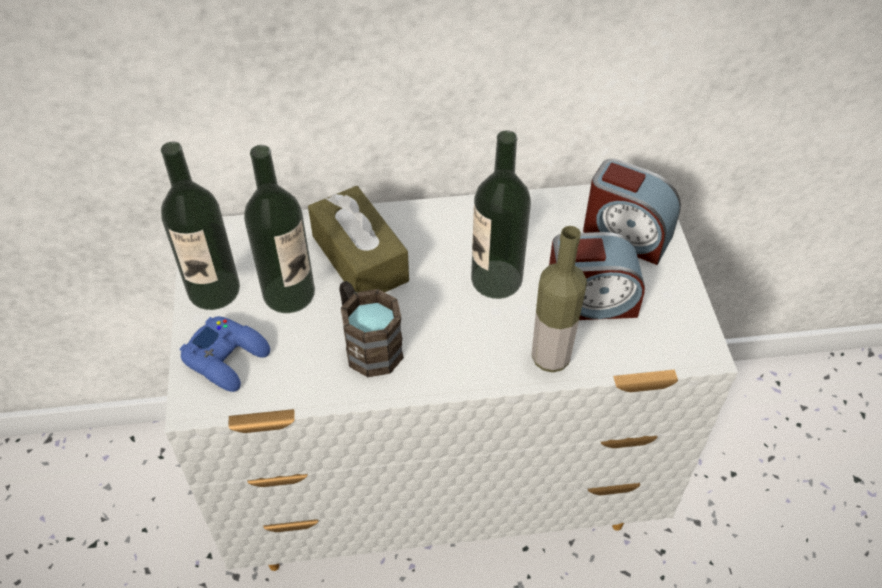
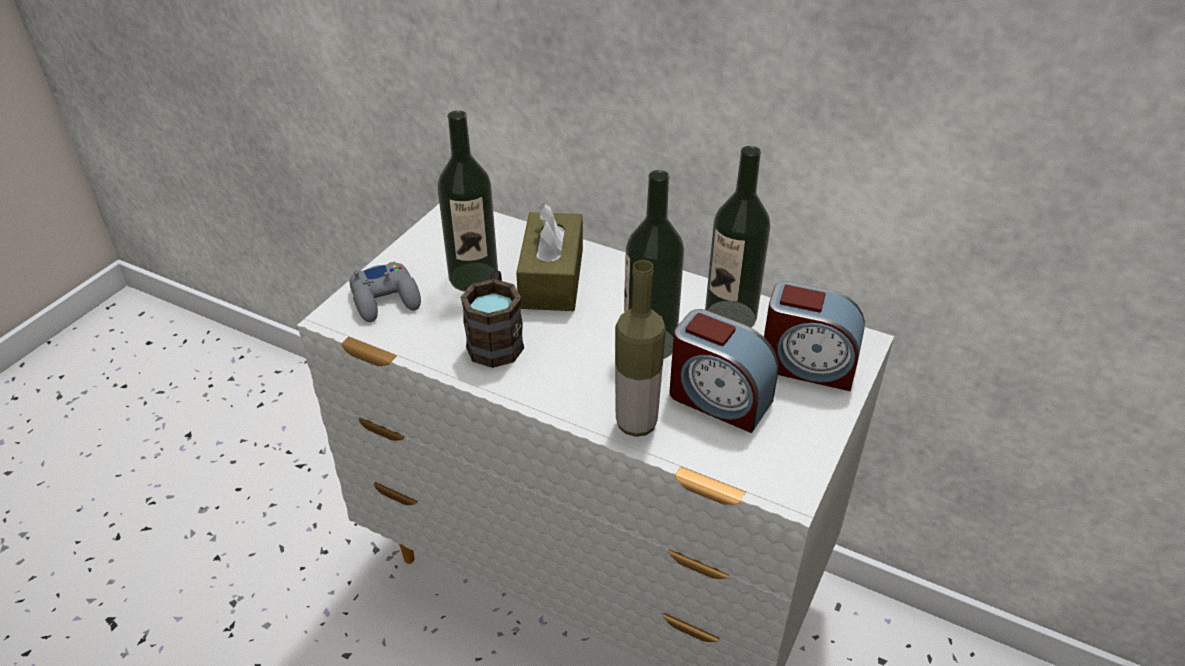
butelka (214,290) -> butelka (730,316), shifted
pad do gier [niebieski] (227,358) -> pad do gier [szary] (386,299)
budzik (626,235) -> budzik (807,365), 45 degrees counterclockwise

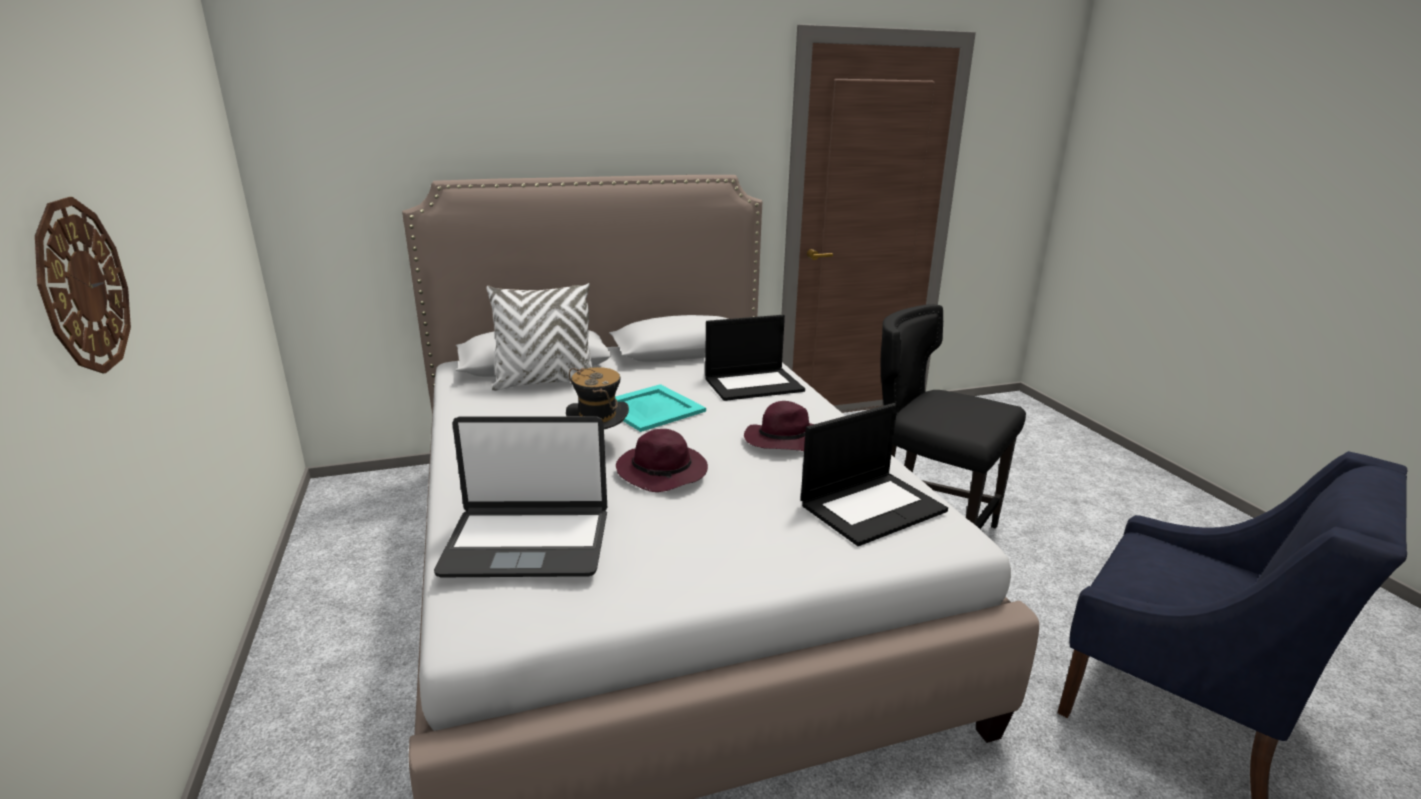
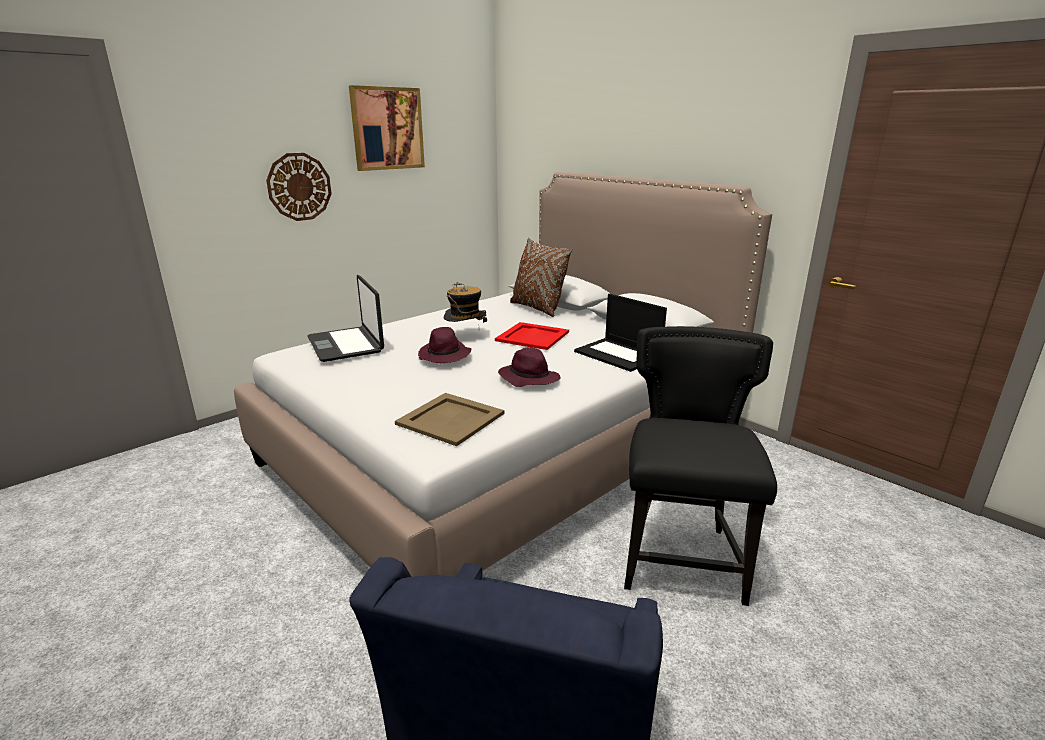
none -> obraz (387,128)
laptop (873,507) -> taca [beżowy] (451,419)
poduszka [biały] (545,382) -> poduszka [brązowy] (537,308)
taca [turkusowy] (651,408) -> taca [czerwony] (532,336)

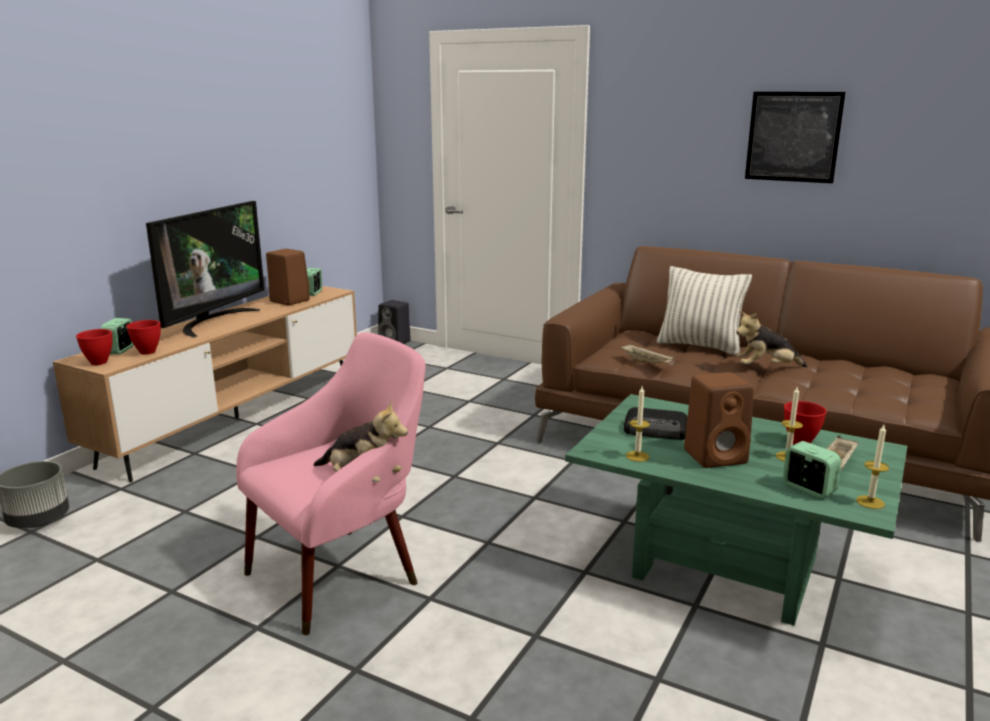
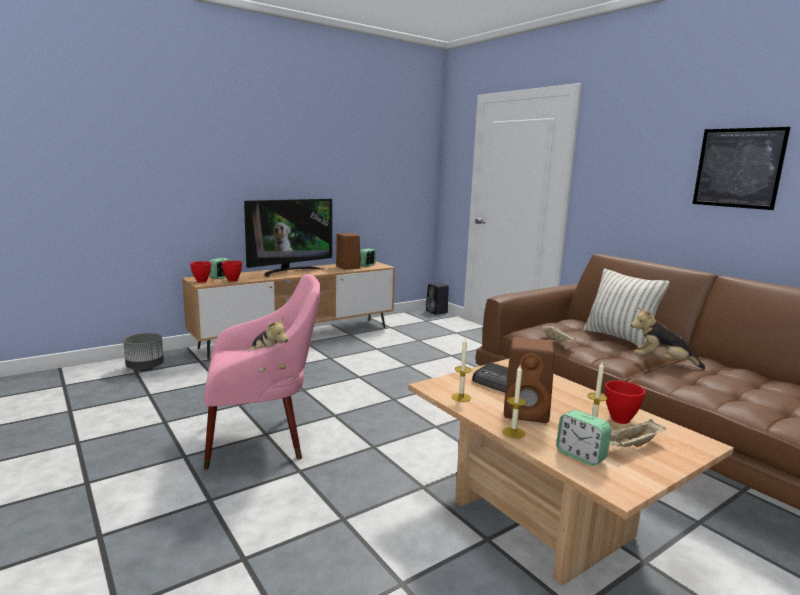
świeca (870,502) -> świeca (513,432), shifted
ława [zielony] (725,567) -> ława [beżowy] (542,518)
budzik (808,489) -> budzik (580,455), 150 degrees clockwise

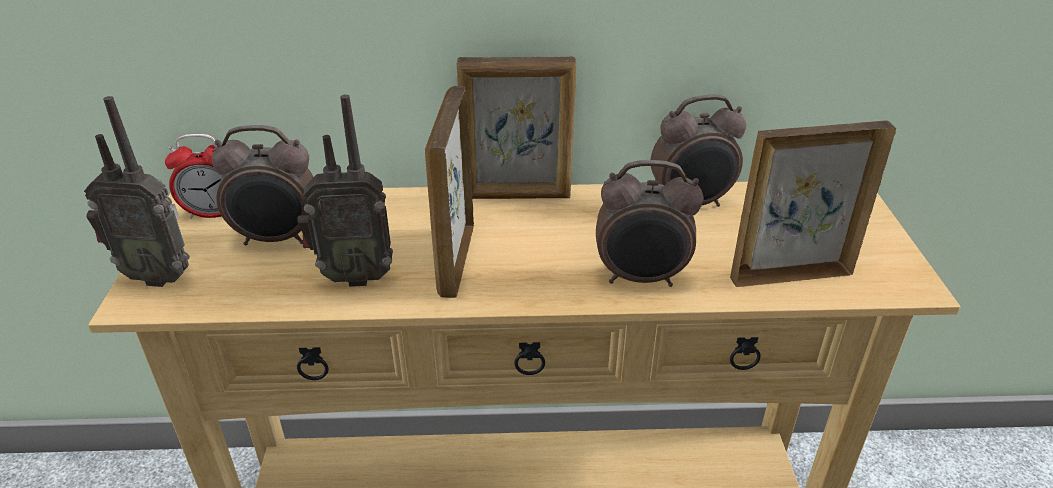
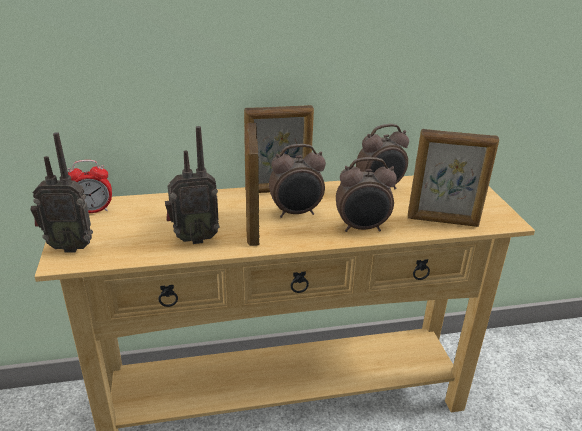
budzik (277,239) -> budzik (296,213), shifted
ramka na zdjęcie (789,275) -> ramka na zdjęcie (442,221), 150 degrees counterclockwise

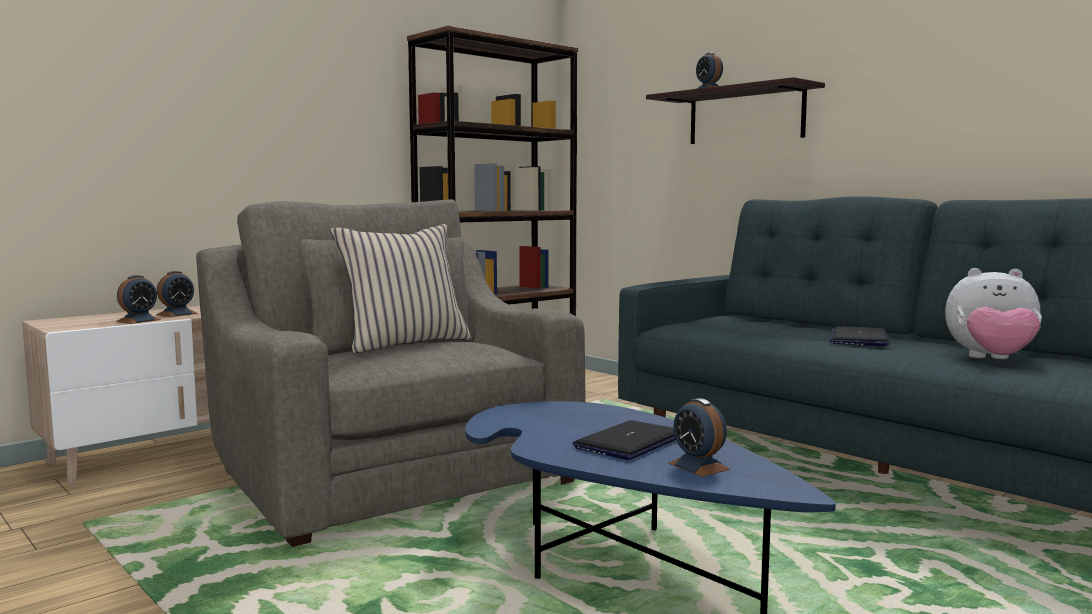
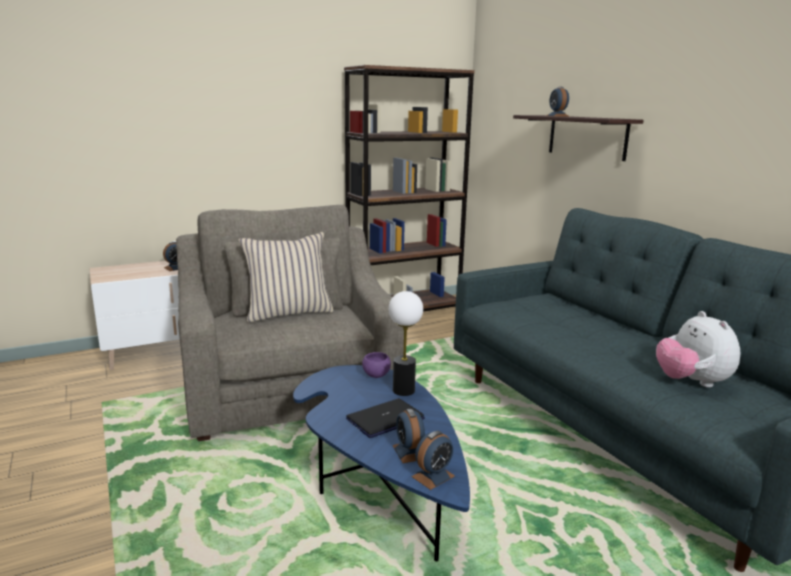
laptop (858,339) -> none
none -> miska [fioletowy] (376,375)
none -> lampa stołowa (404,390)
budzik (138,320) -> budzik (433,476), shifted
pluszak (991,360) -> pluszak (691,382), 45 degrees clockwise

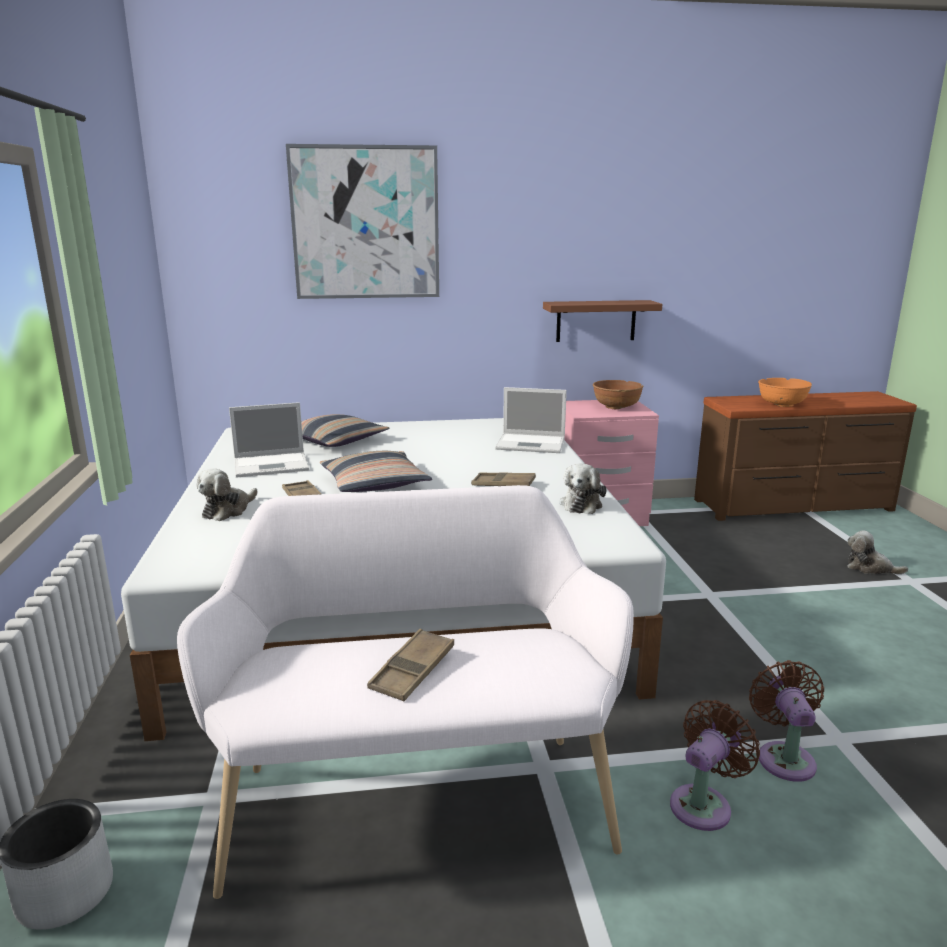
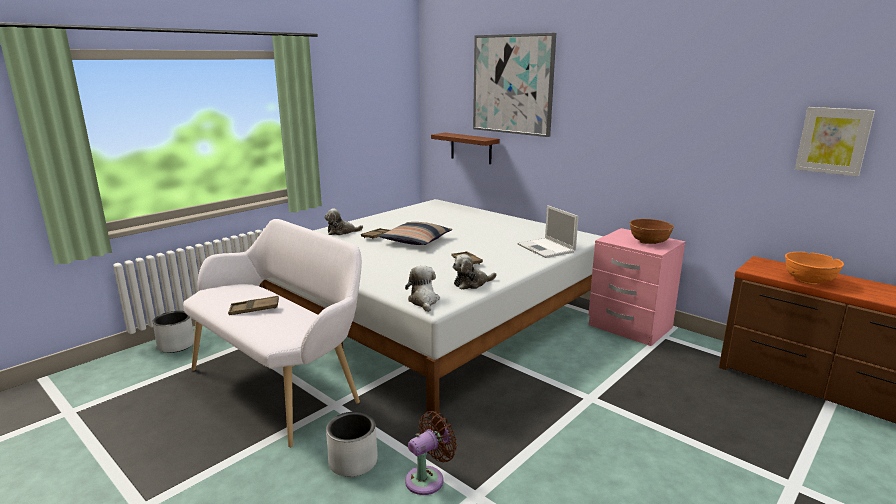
laptop (273,465) -> none
poduszka (335,440) -> none
none -> obraz (833,140)
półka [brązowy] (596,321) -> półka [brązowy] (471,148), shifted
pluszak (870,568) -> pluszak (424,301), shifted
wentylator [brązowy] (704,804) -> donica [szary] (353,461)

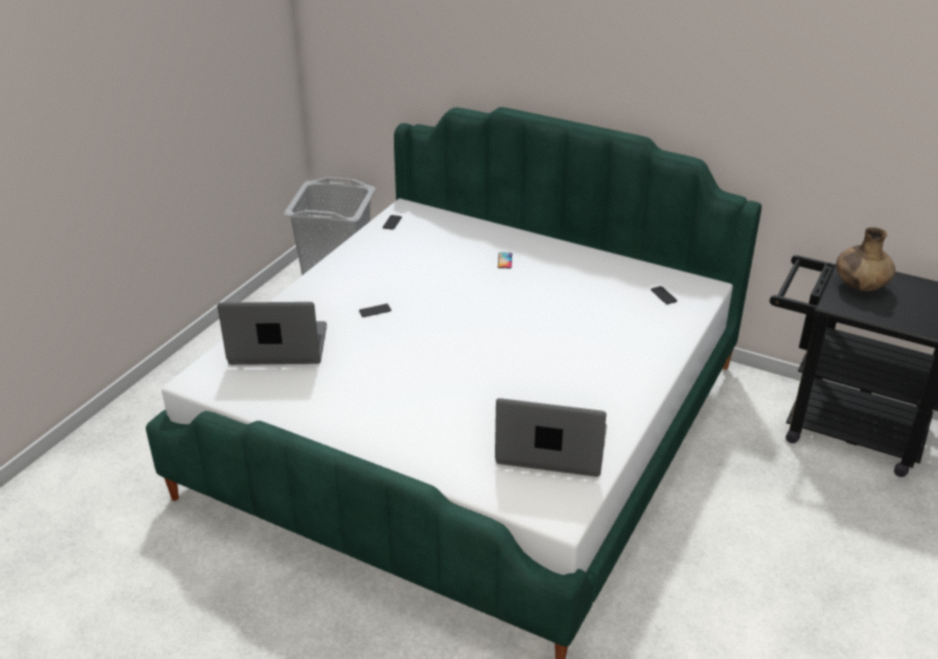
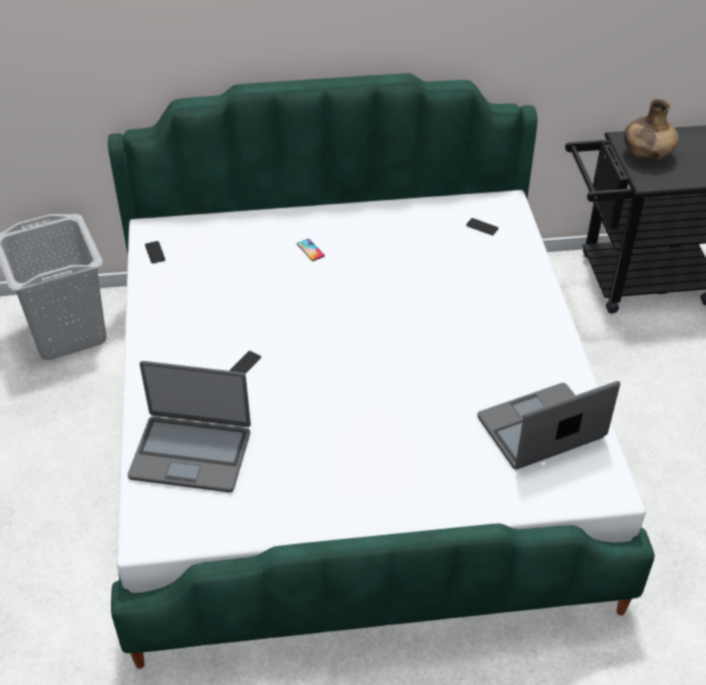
laptop (278,346) -> laptop (191,453), 135 degrees counterclockwise

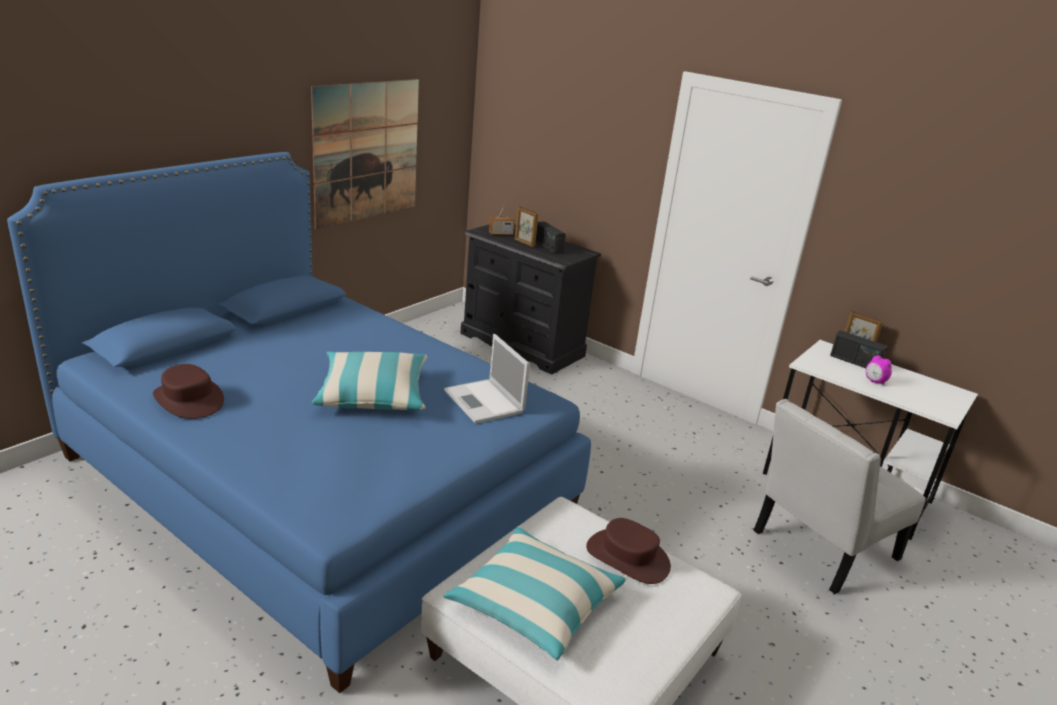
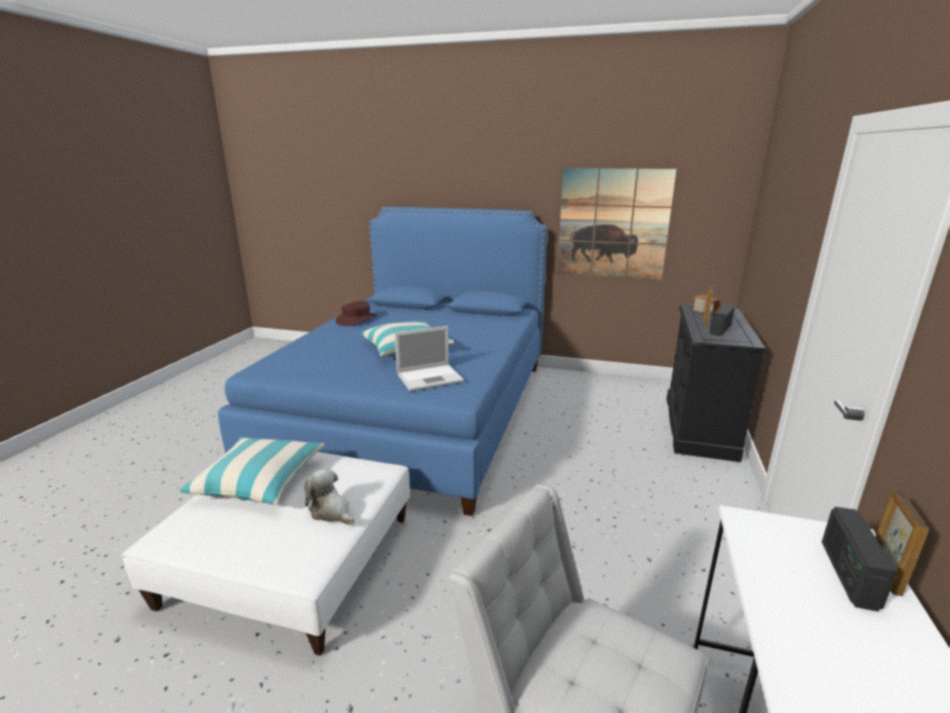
budzik (874,381) -> none
kapelusz [brązowy] (628,557) -> pluszak (331,511)
laptop (484,402) -> laptop (431,377), 150 degrees counterclockwise

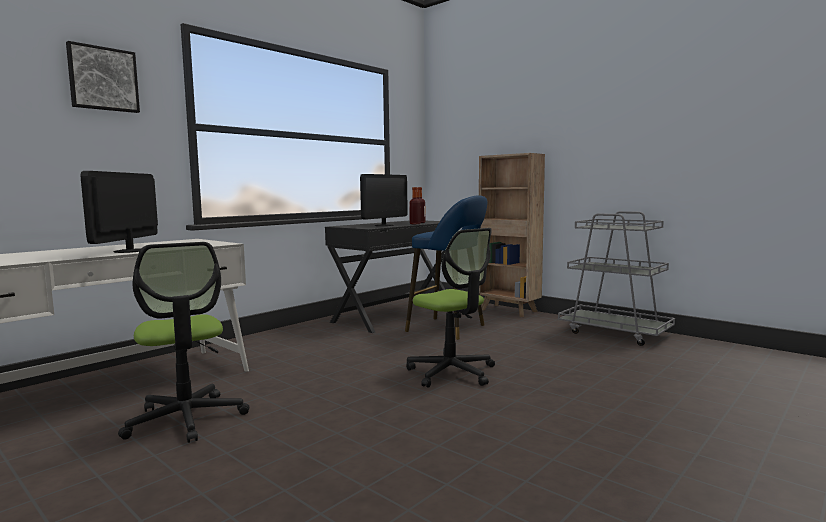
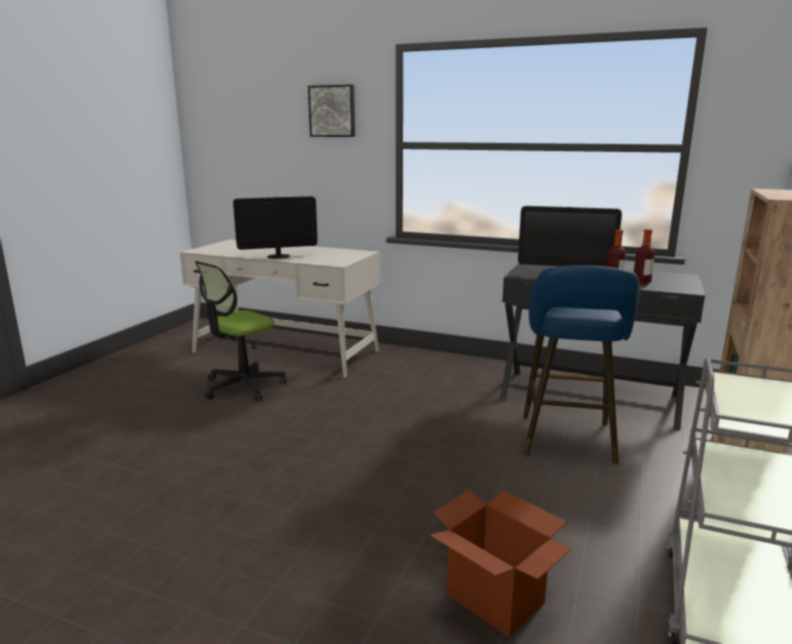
krzesło biurowe (452,372) -> none
none -> karton (495,599)

